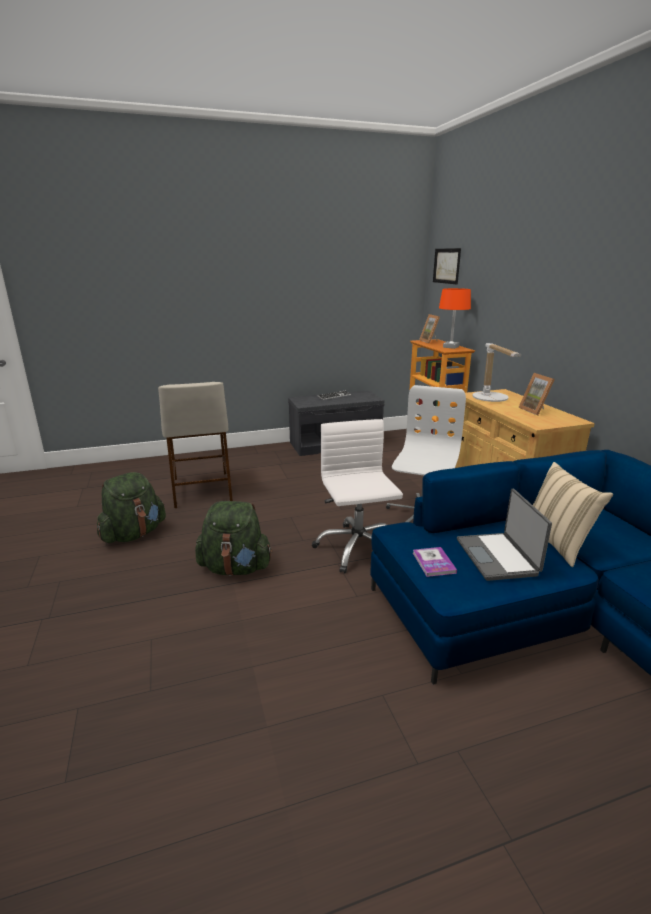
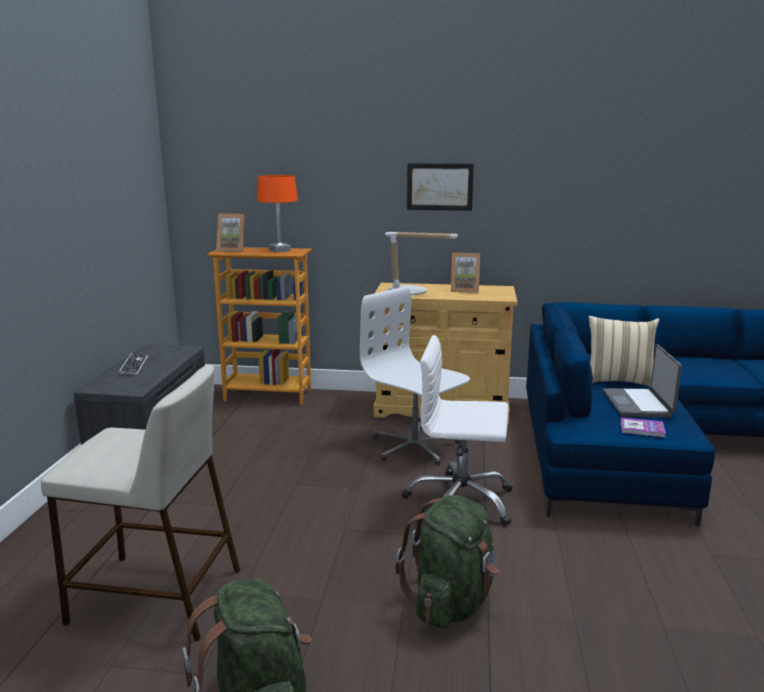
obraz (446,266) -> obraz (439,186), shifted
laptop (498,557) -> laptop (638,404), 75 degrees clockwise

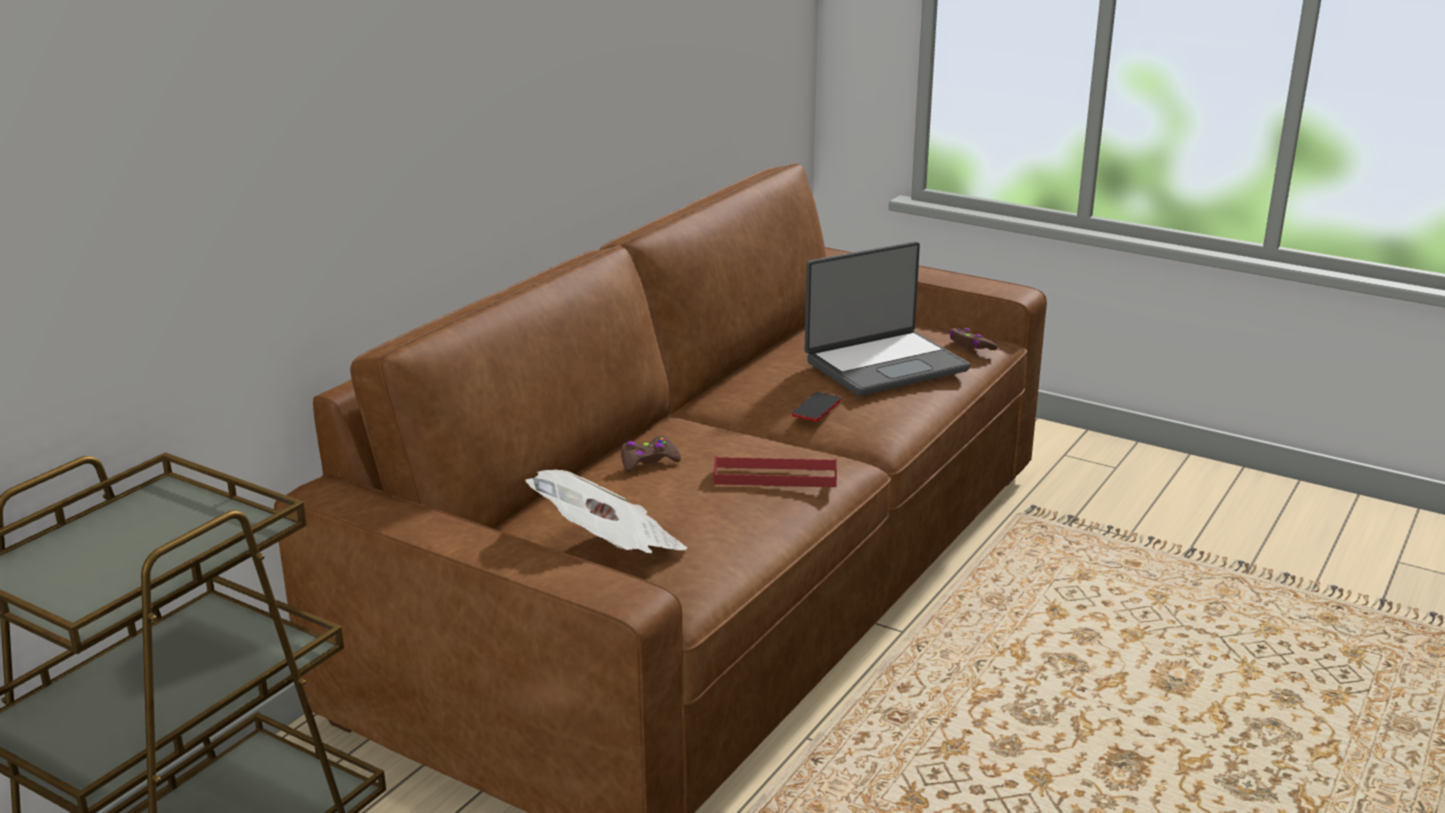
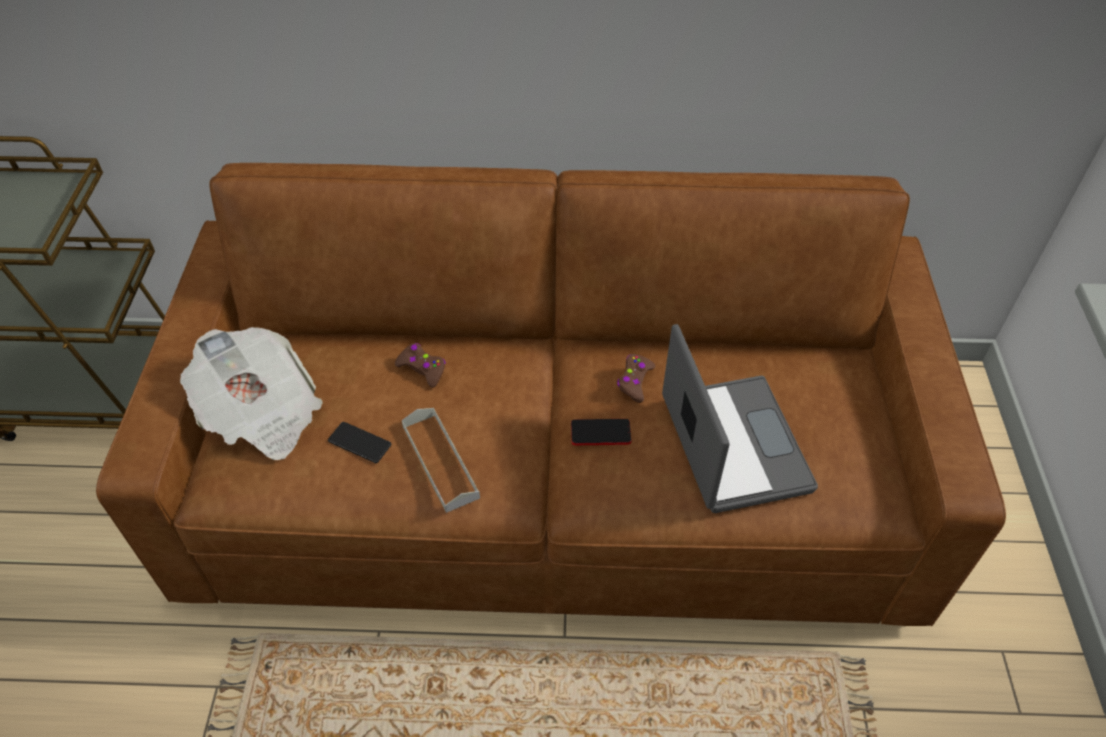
none -> telefon (359,443)
pad do gier [brązowy] (970,346) -> pad do gier [brązowy] (635,381), shifted
taca [czerwony] (775,477) -> taca [szary] (440,461)
laptop (884,365) -> laptop (732,445), 135 degrees counterclockwise

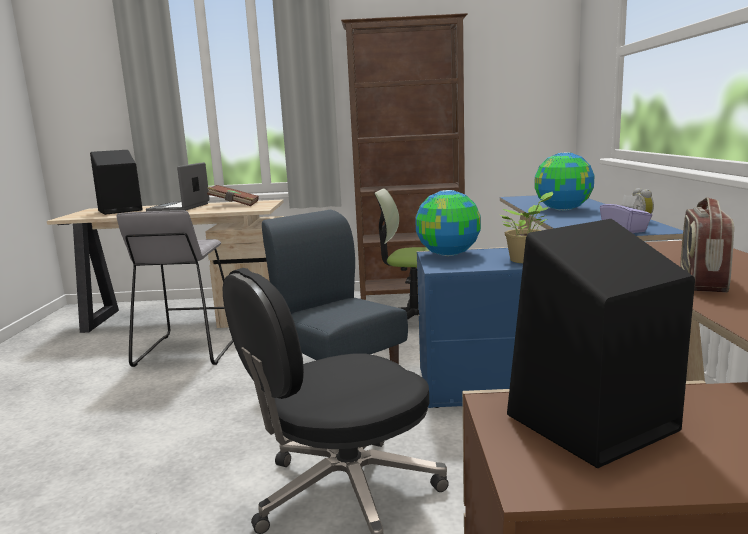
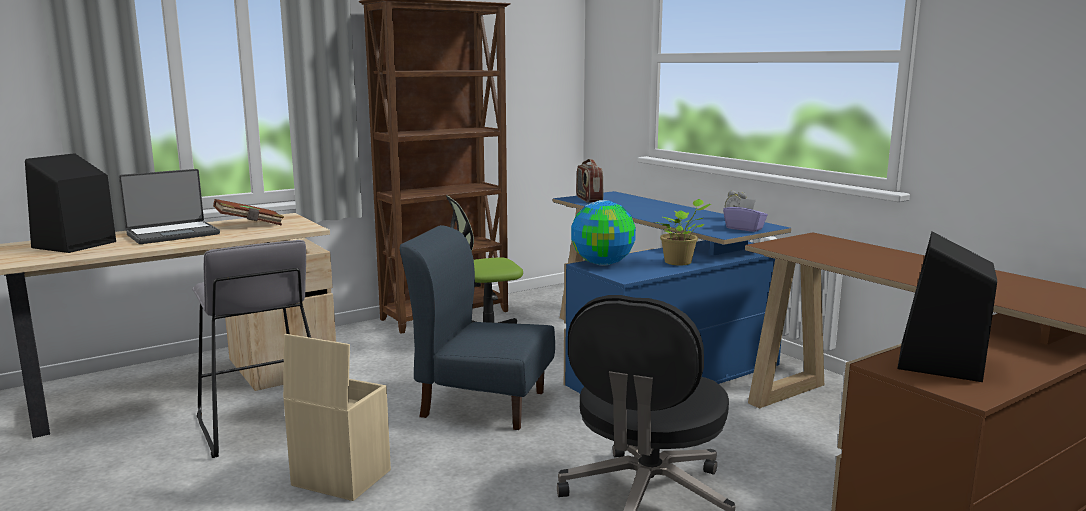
globus (563,209) -> none
none -> pojemnik do przechowywania [beżowy] (339,478)
radio (701,281) -> radio (588,199), shifted
laptop (180,208) -> laptop (173,234), 105 degrees counterclockwise

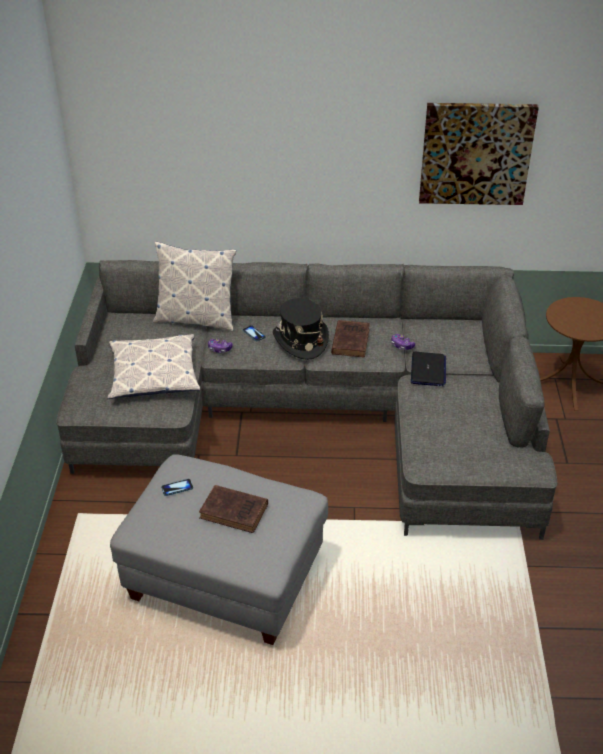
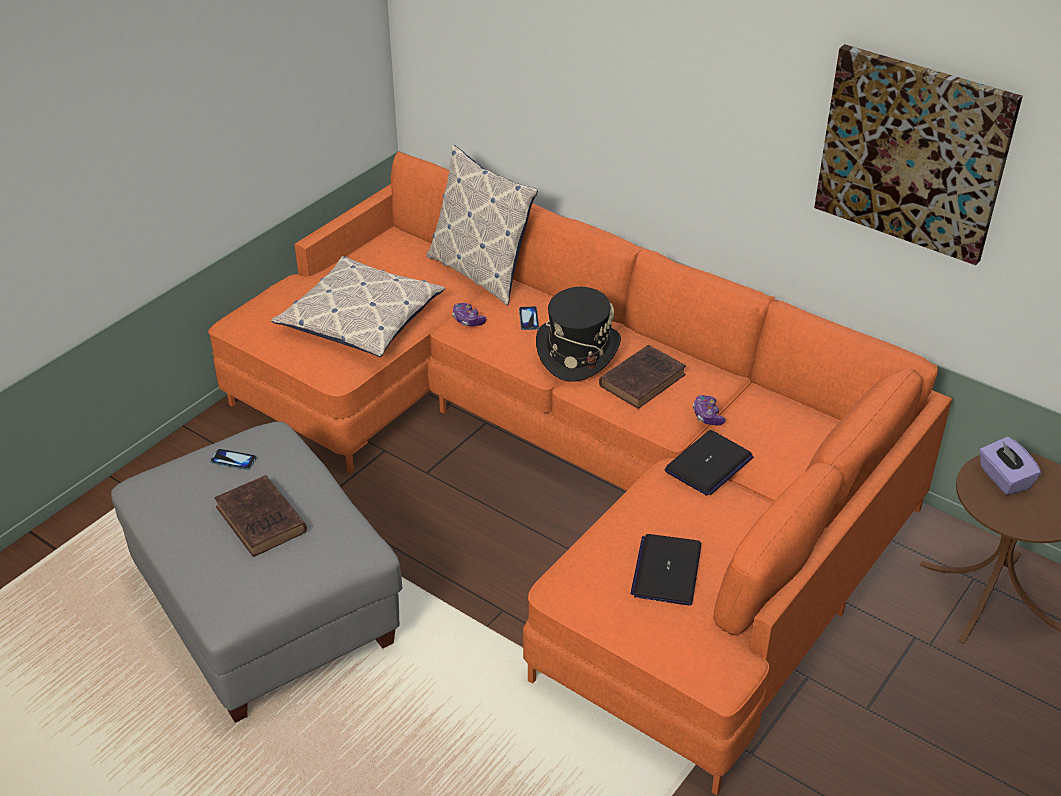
none -> laptop (666,570)
none -> pudełko chusteczek [fioletowy] (1003,479)
kanapa [szary] (317,414) -> kanapa [pomarańczowy] (575,469)

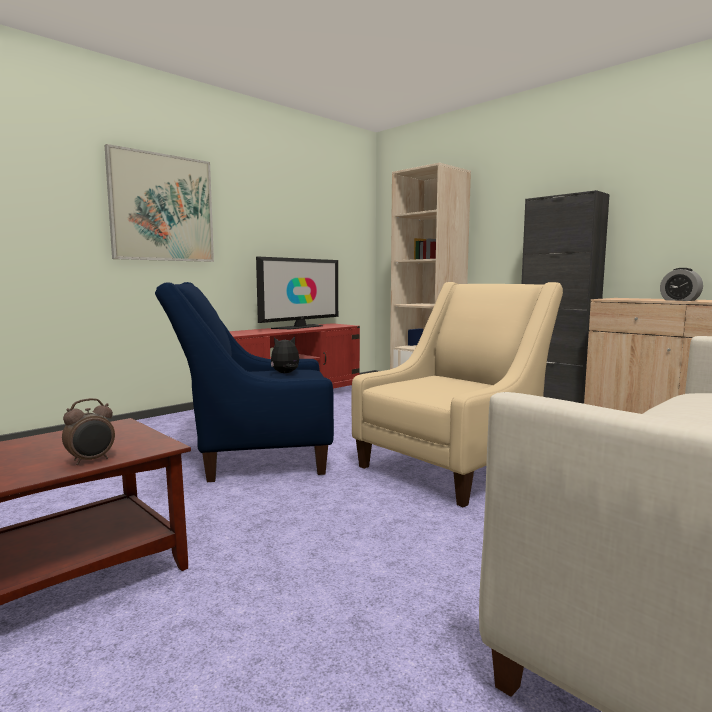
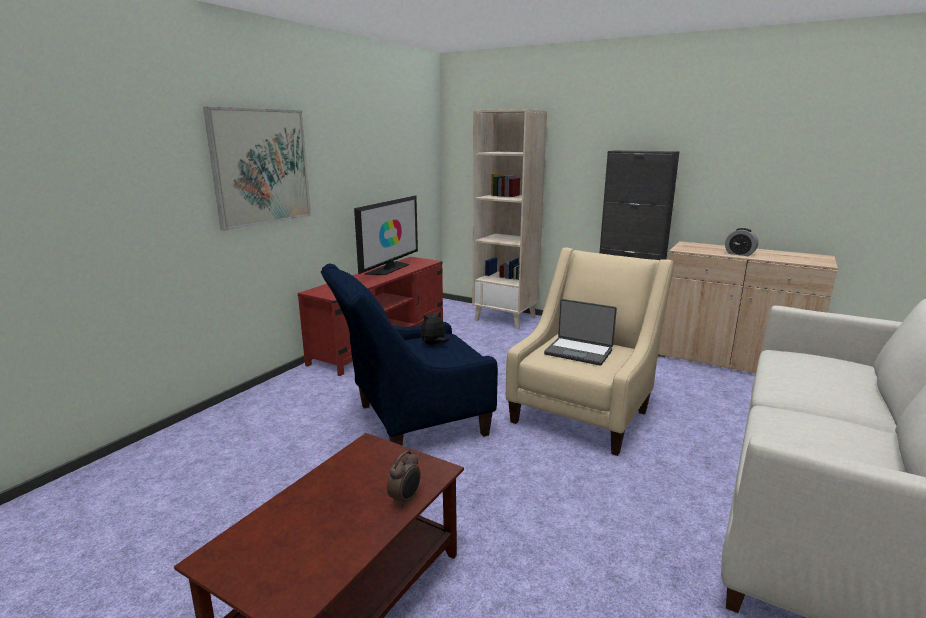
none -> laptop (579,352)

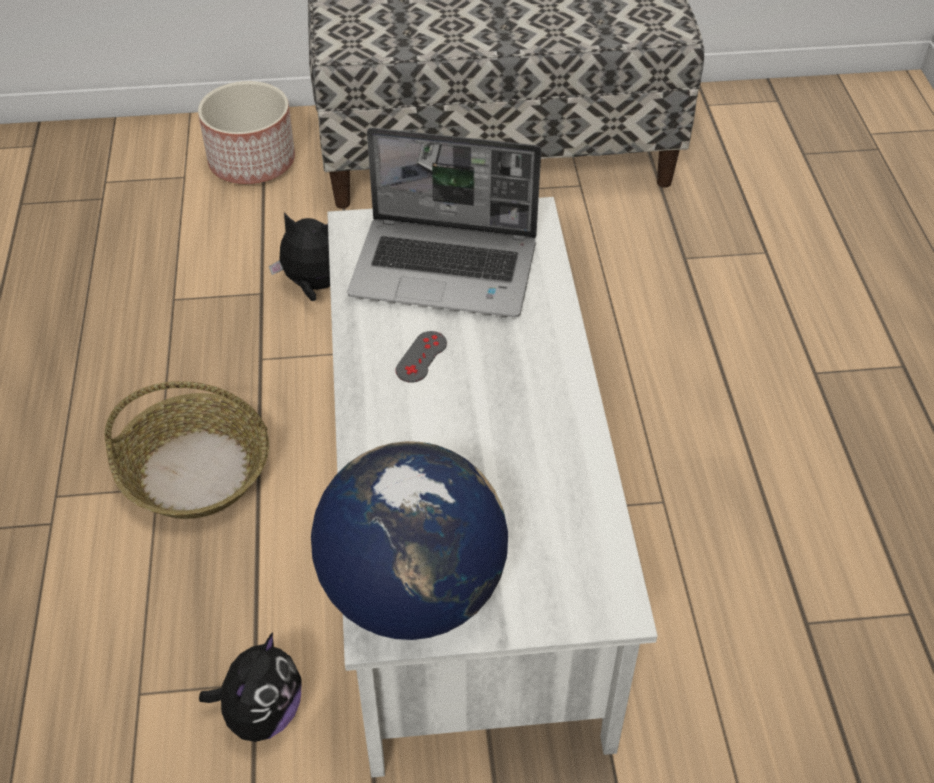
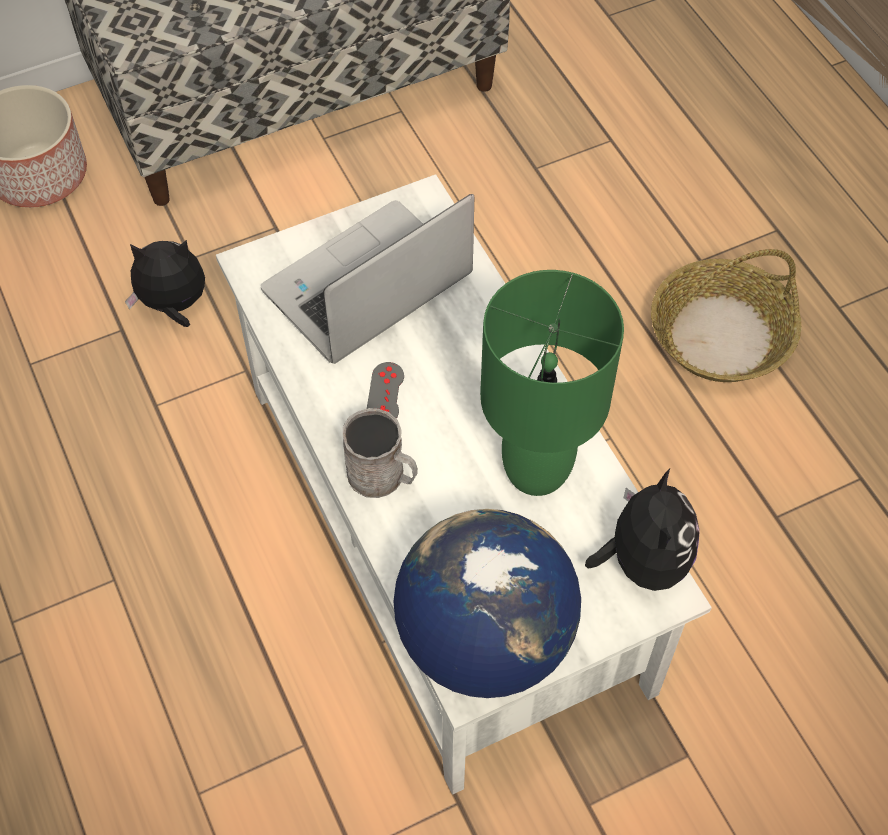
none -> kubek [szary] (383,476)
none -> lampa stołowa [zielony] (536,469)
koszyk (196,471) -> koszyk (721,335), shifted
pluszak (262,713) -> pluszak (642,561), shifted
laptop (447,269) -> laptop (367,288), 150 degrees clockwise

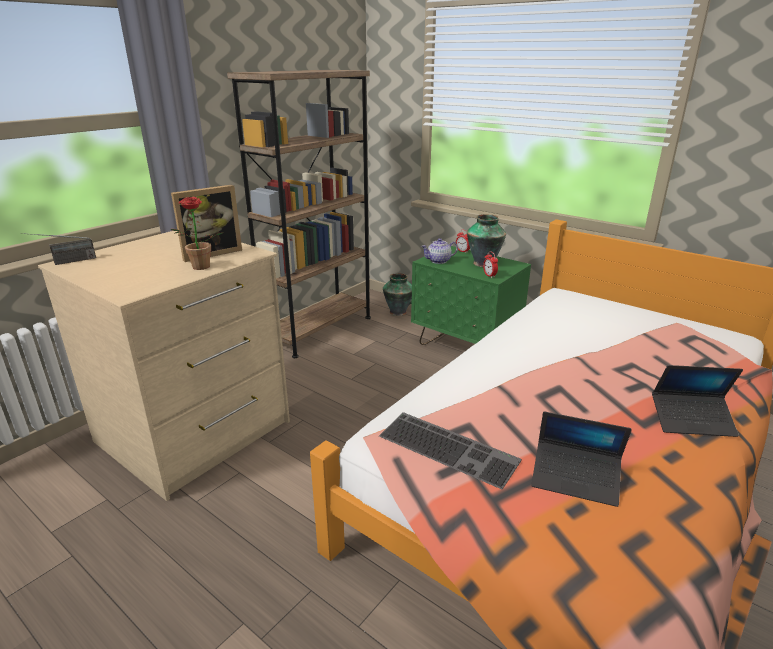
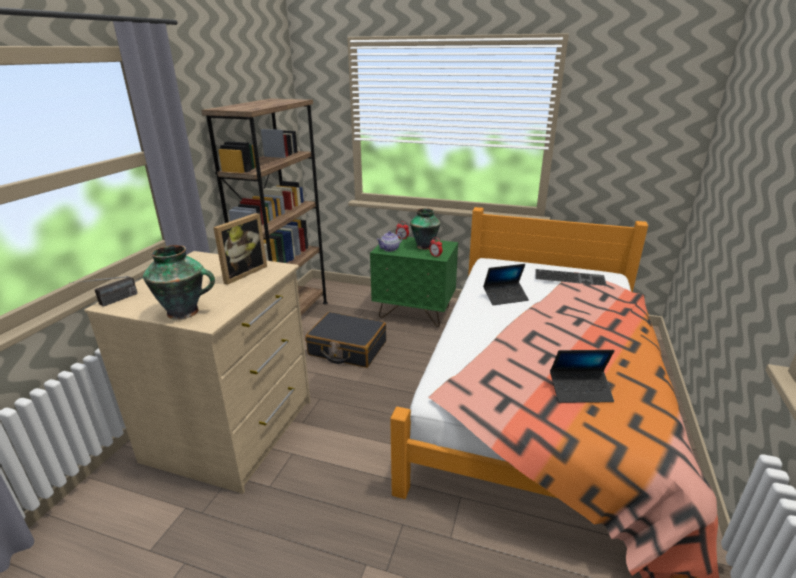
roślina doniczkowa (199,268) -> none
none -> walizka [czarny] (347,348)
klawiatura (450,447) -> klawiatura (570,277), shifted
wazon (399,312) -> wazon (185,312), shifted
laptop (691,421) -> laptop (505,297), shifted

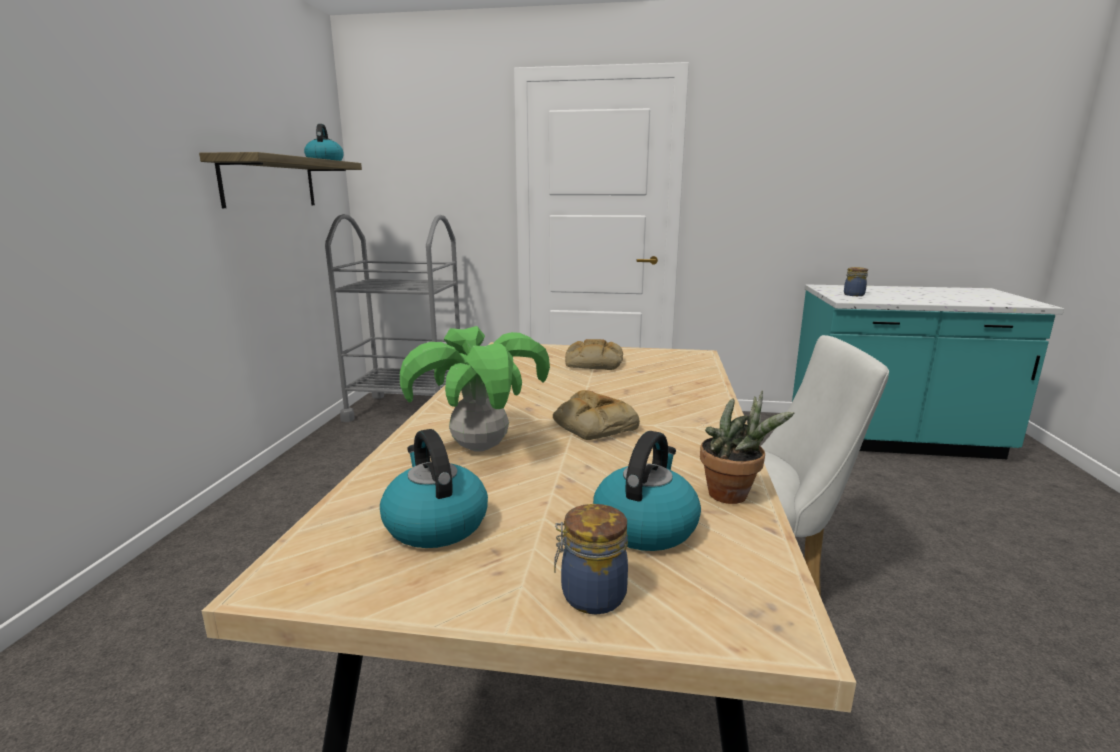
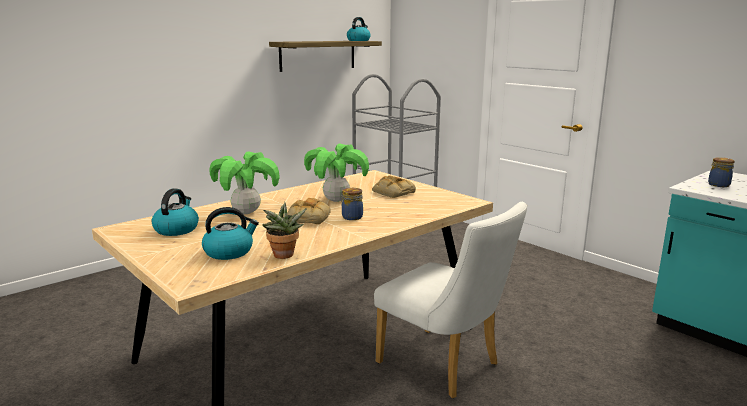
none -> roślina doniczkowa (336,200)
słoik (590,596) -> słoik (351,217), shifted

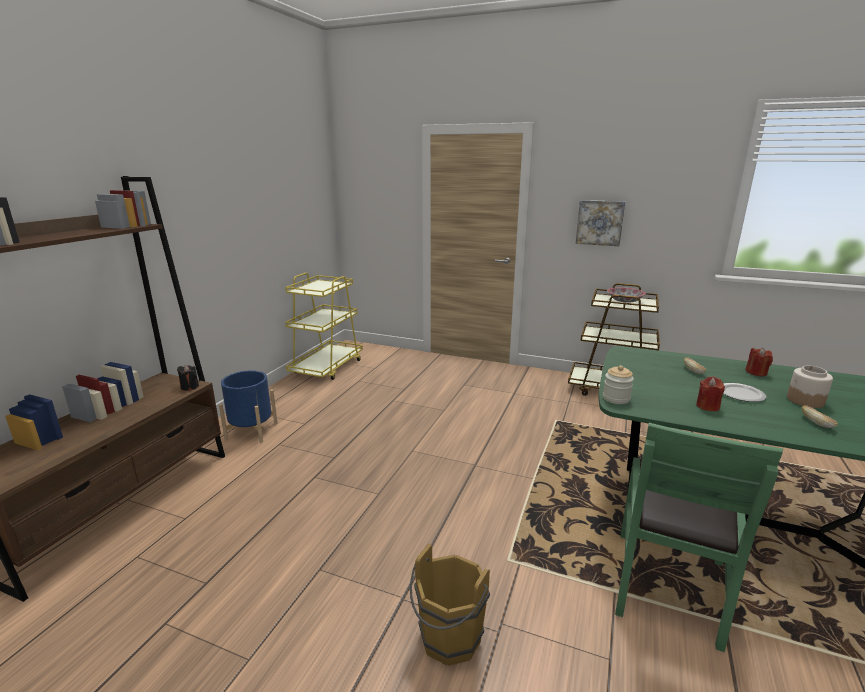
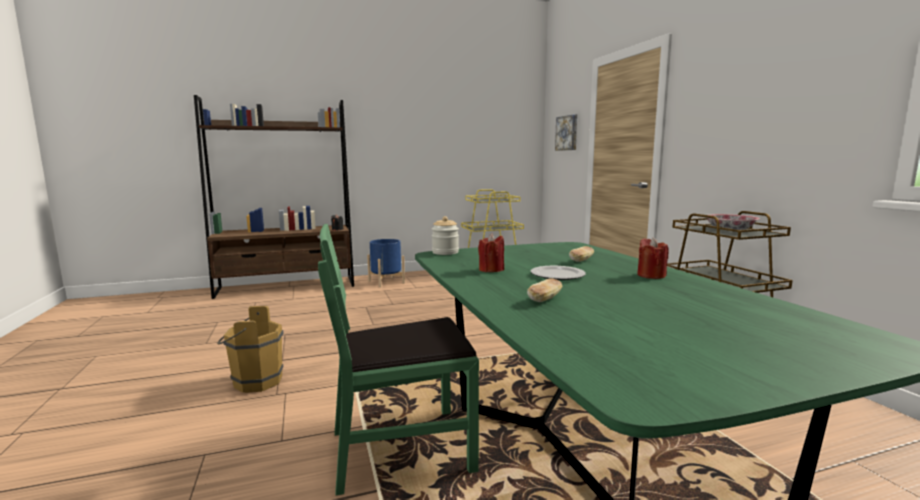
słoik (805,400) -> none
obraz (600,222) -> obraz (567,133), shifted

